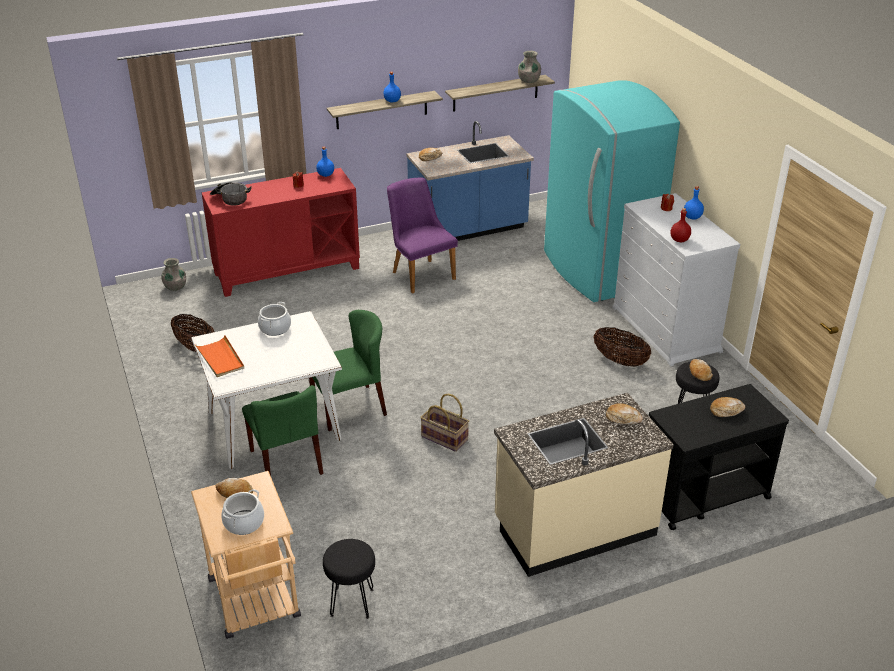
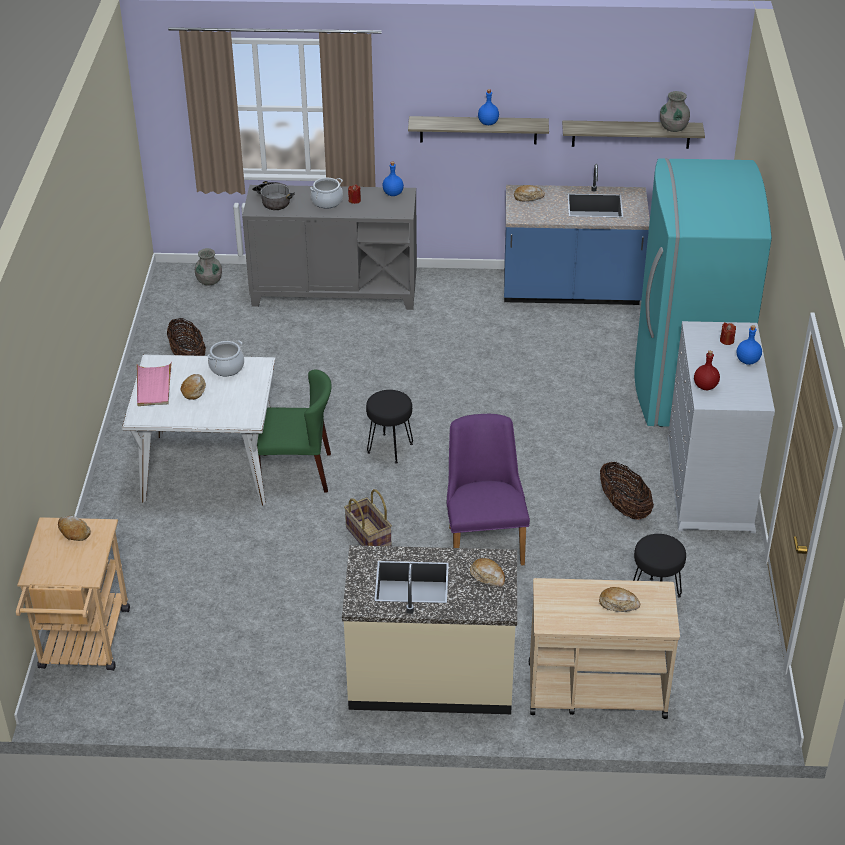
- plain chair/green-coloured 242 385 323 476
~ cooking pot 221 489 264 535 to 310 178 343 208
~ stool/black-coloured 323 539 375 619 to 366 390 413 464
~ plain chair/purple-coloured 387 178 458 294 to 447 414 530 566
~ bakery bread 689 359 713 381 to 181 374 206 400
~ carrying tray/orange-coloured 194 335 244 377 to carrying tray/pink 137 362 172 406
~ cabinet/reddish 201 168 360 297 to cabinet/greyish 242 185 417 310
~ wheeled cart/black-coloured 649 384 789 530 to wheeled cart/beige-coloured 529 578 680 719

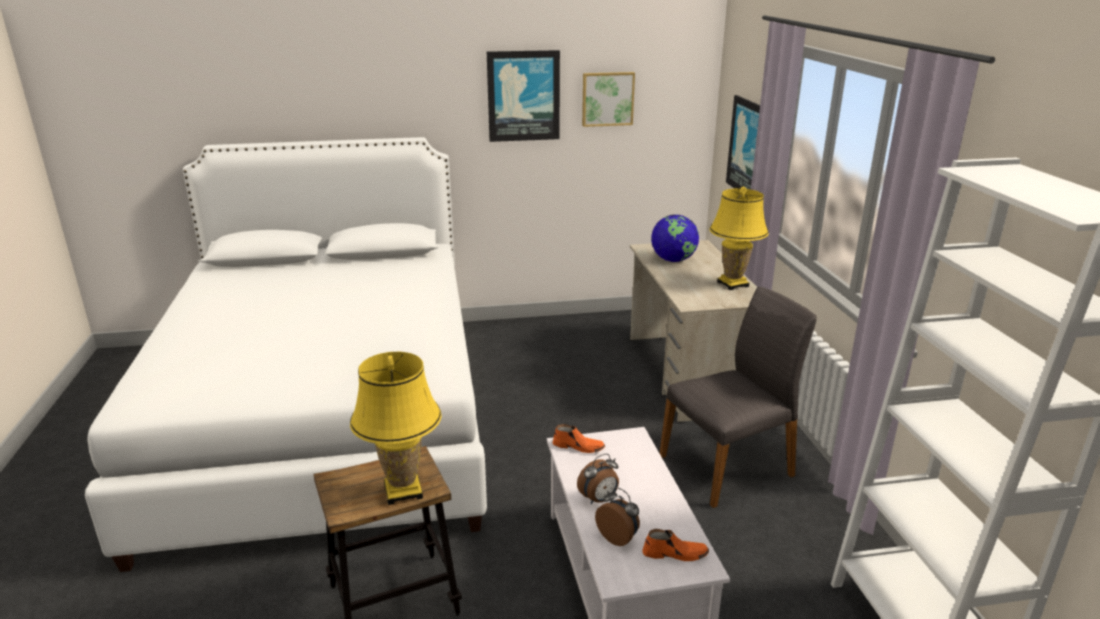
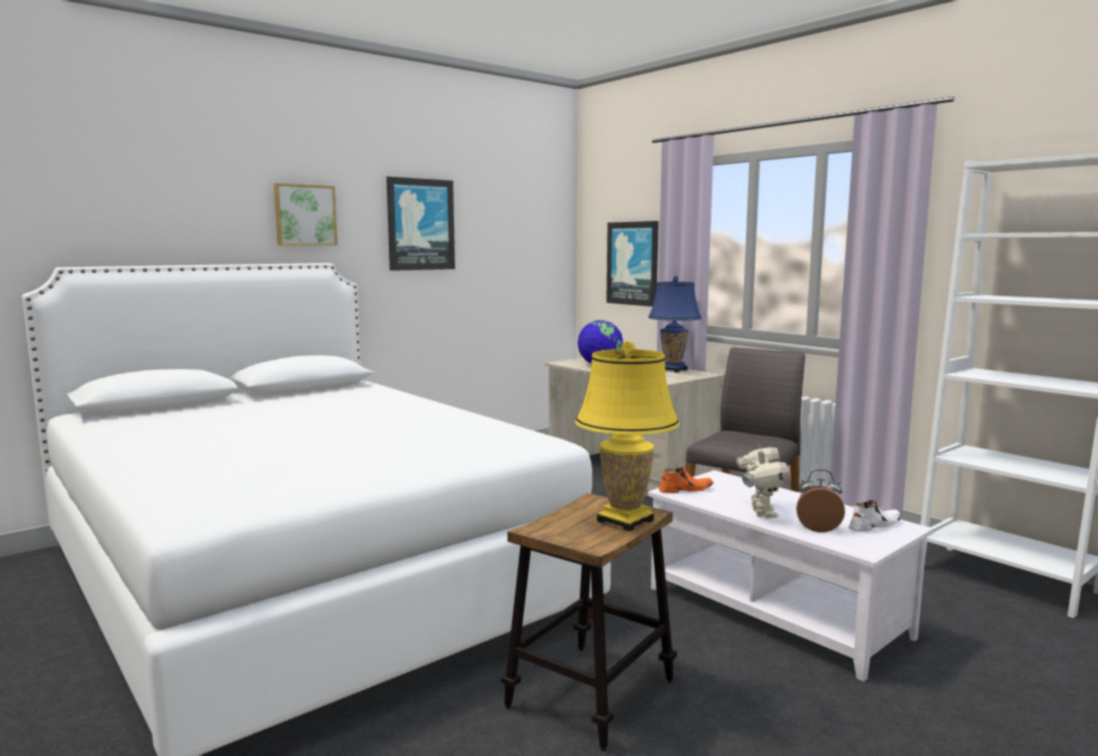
~ picture 582 72 635 127 to 274 183 338 246
~ table clock 577 453 619 504 to robot figure 737 443 790 518
~ shoe/orange-coloured 642 529 709 561 to shoe/white 849 500 901 532
~ table lamp/yellow-coloured 709 187 769 290 to table lamp/blue-coloured 648 276 702 373

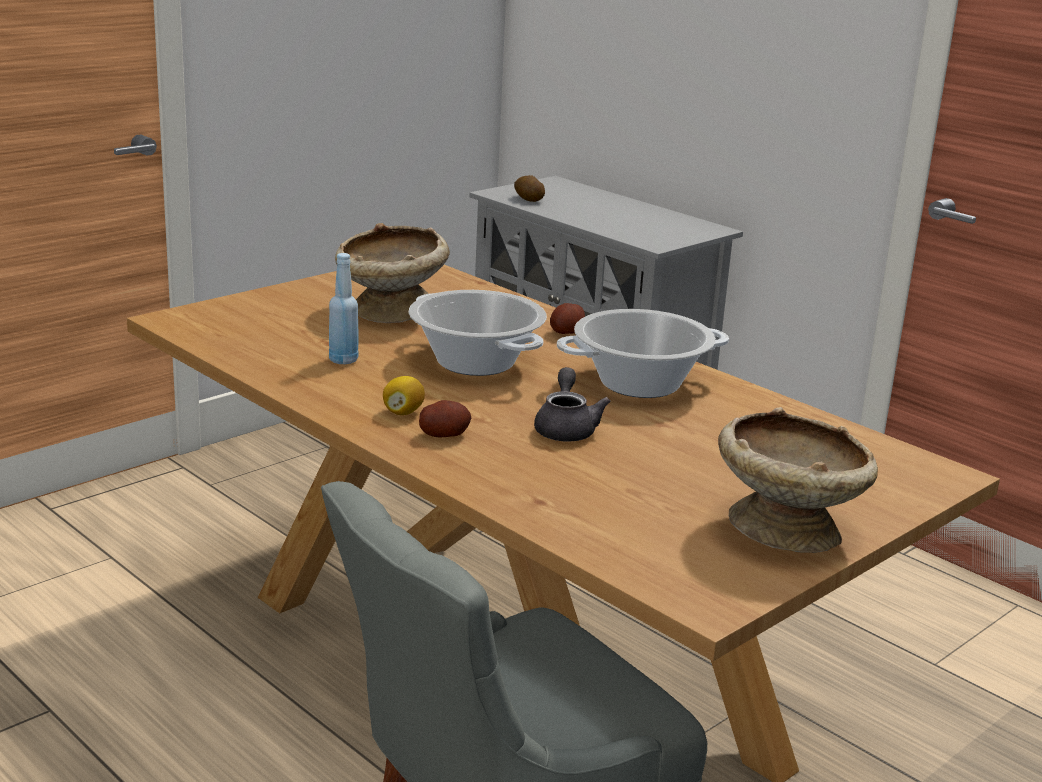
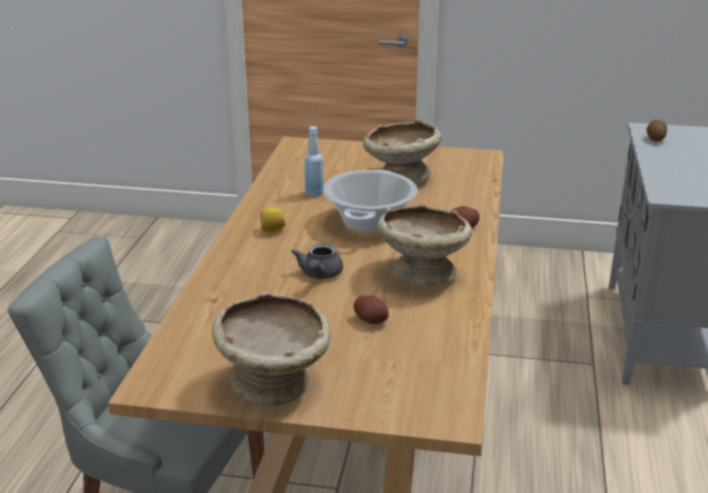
~ potato 419 400 471 438 to 354 295 389 324
~ cooking pot 557 309 729 398 to deep dish/beige-coloured 376 204 472 285
~ tea pot/greyish 534 367 611 442 = 292 244 343 279 135 degrees clockwise

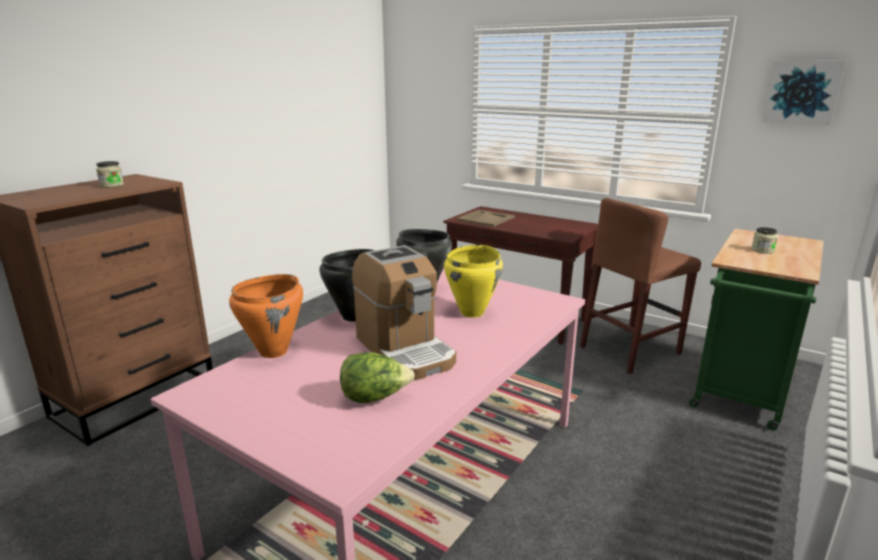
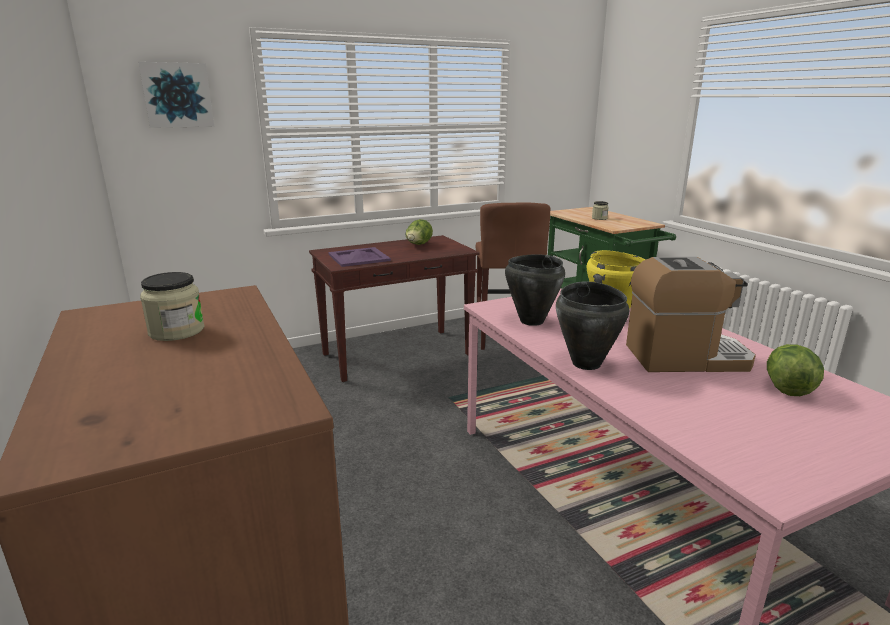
- cooking pot/orange-coloured 229 274 303 358
+ lettuce head 405 219 433 245
~ picture 762 60 846 125 to 138 62 214 128
~ carrying tray/beige-coloured 457 210 515 227 to carrying tray/purple-coloured 328 247 391 267

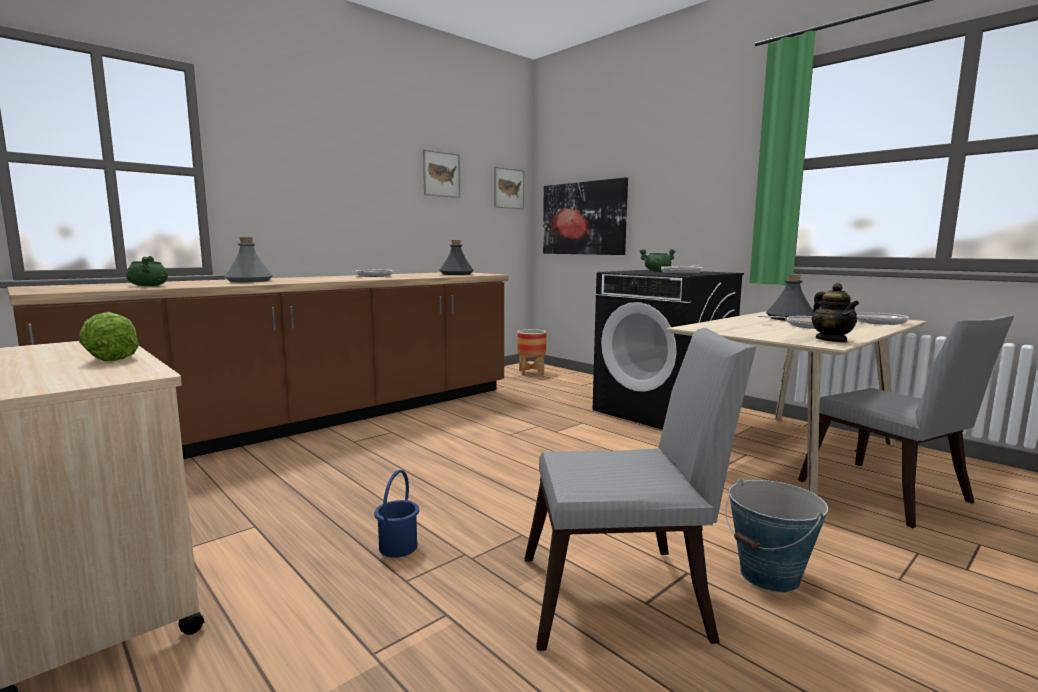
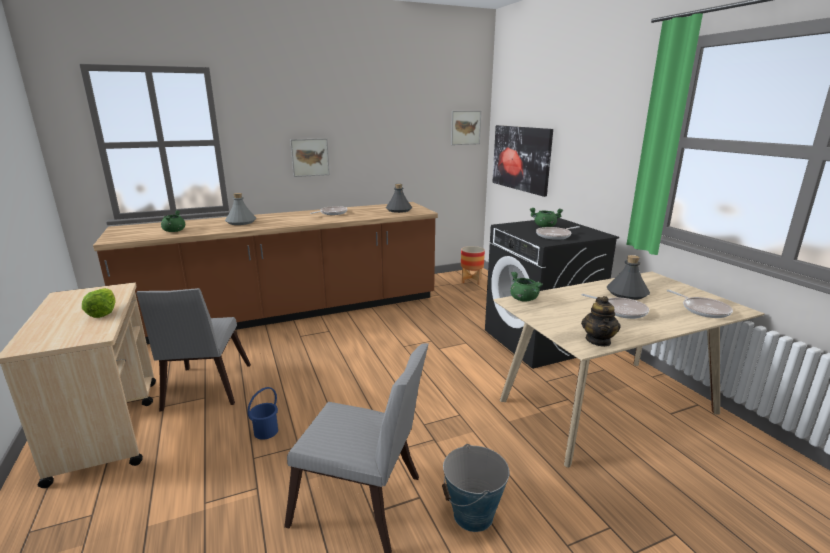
+ cooking pot/green-coloured 510 272 543 301
~ picture 423 149 460 198 to 290 138 330 177
~ plain chair/greyish 798 315 1014 528 to 136 288 251 411

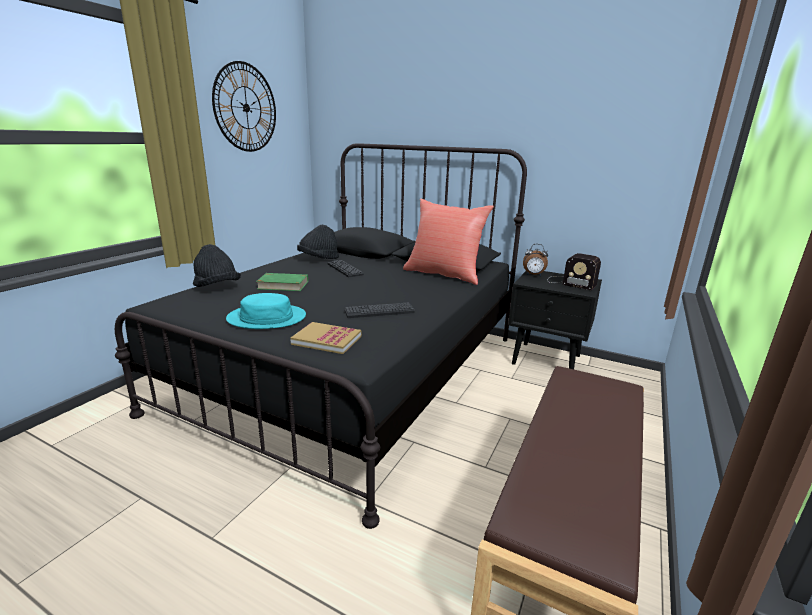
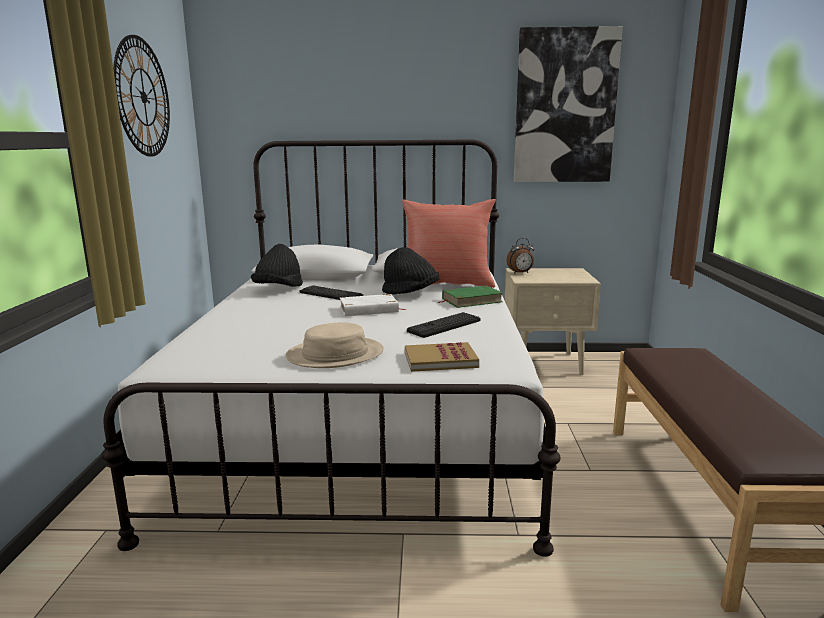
- radio set 547 253 601 290
+ bound book/white 340 294 406 316
+ picture 514 26 623 182
~ wearable hat/black-coloured 193 244 241 287 to 382 247 440 294
~ bound book/green-coloured 256 273 308 291 to 438 285 503 308
~ sleeping bed/black-coloured 115 143 527 529 to sleeping bed/white 102 140 561 557
~ wearable hat/turquoise 226 293 306 329 to wearable hat/beige-coloured 286 322 384 368
~ night table/black-coloured 508 271 602 369 to night table/beige-coloured 505 268 601 375

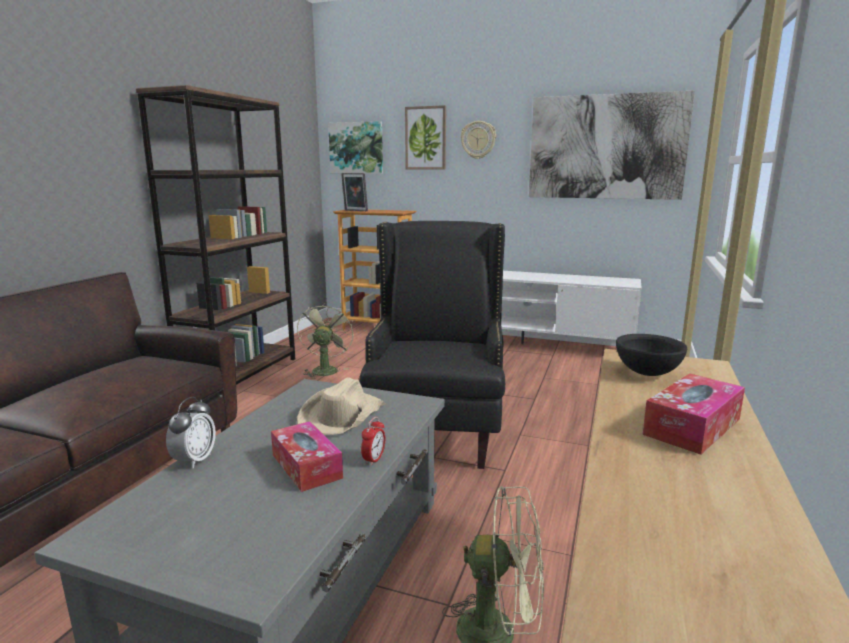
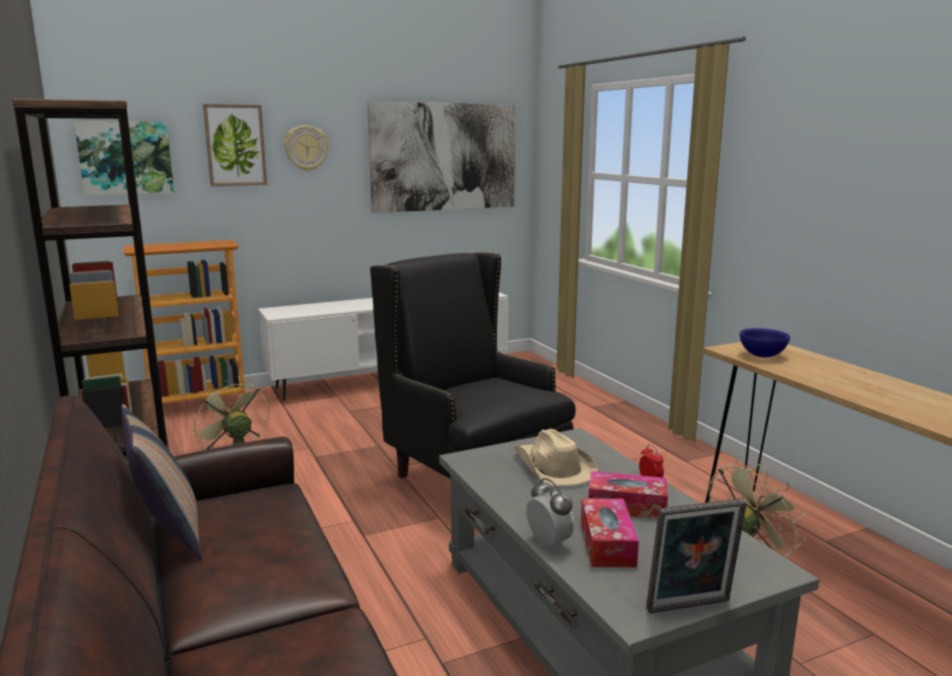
+ pillow 121 404 202 561
~ picture frame 341 173 368 211 to 646 499 747 613
~ tissue holder 643 373 745 455 to 581 498 639 567
~ deep dish/black-coloured 616 334 687 376 to deep dish/blue-coloured 740 328 790 357

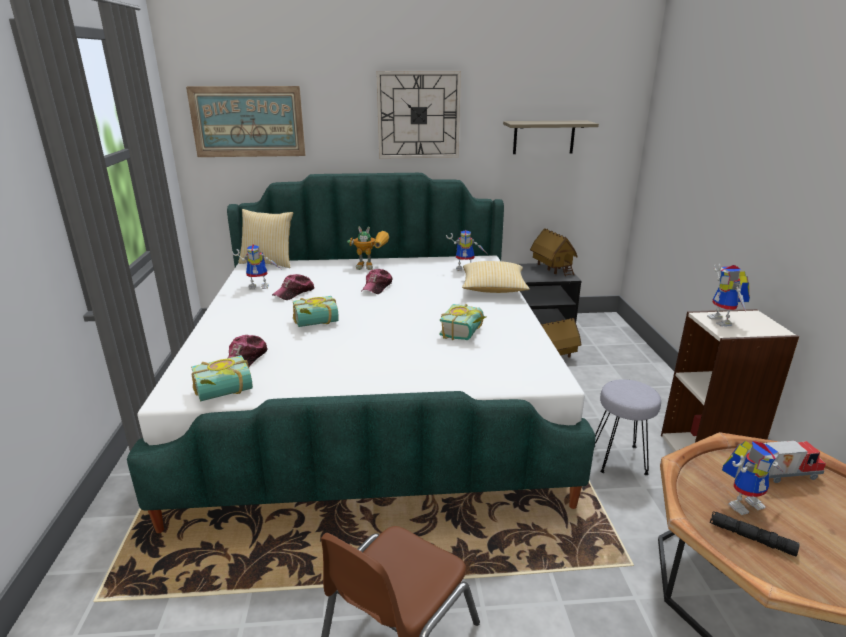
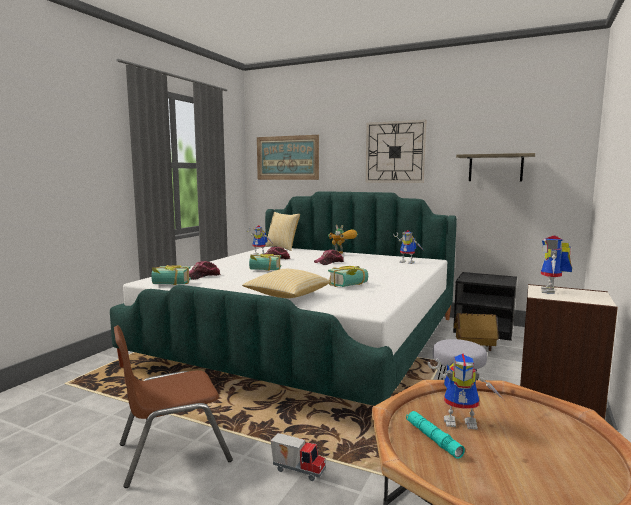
- toy house 530 228 578 277
~ pillow 462 261 530 293 to 242 269 330 298
~ model truck 764 441 826 483 to 271 433 326 481
~ hand torch/black-coloured 710 511 800 556 to hand torch/turquoise 406 411 465 459

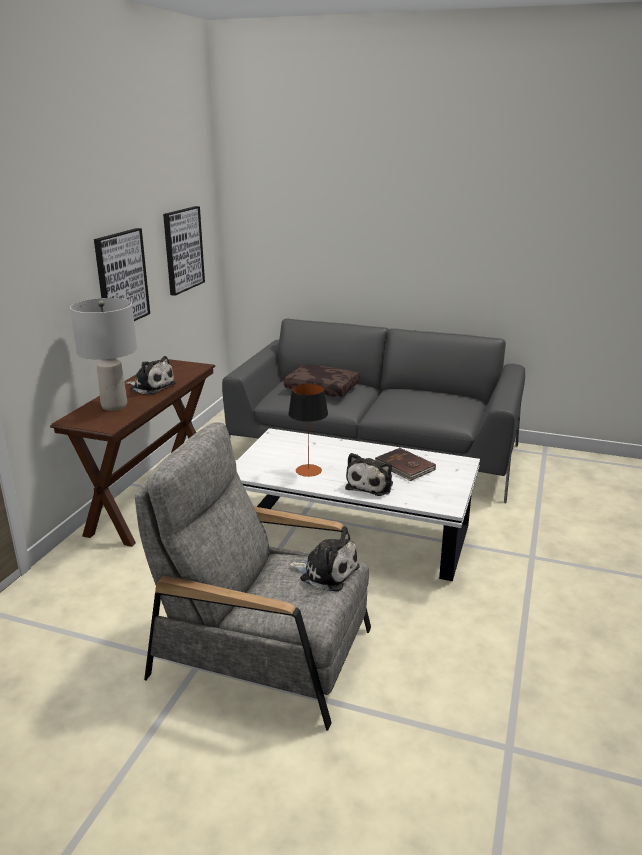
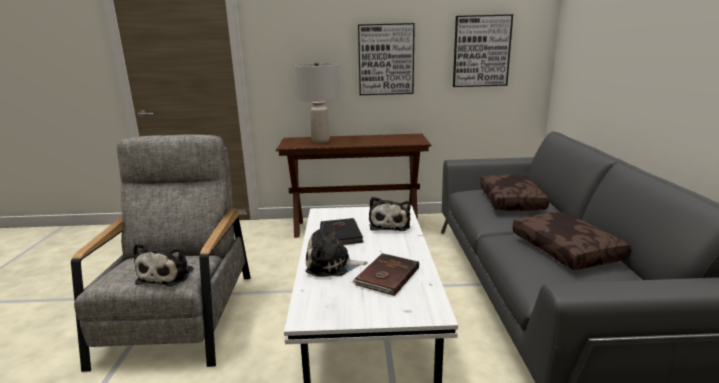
+ pillow/brown 512 212 631 270
~ plush toy 126 356 176 394 to 369 197 411 231
~ table lamp 288 383 328 477 to bound book/black-coloured 321 218 363 245

